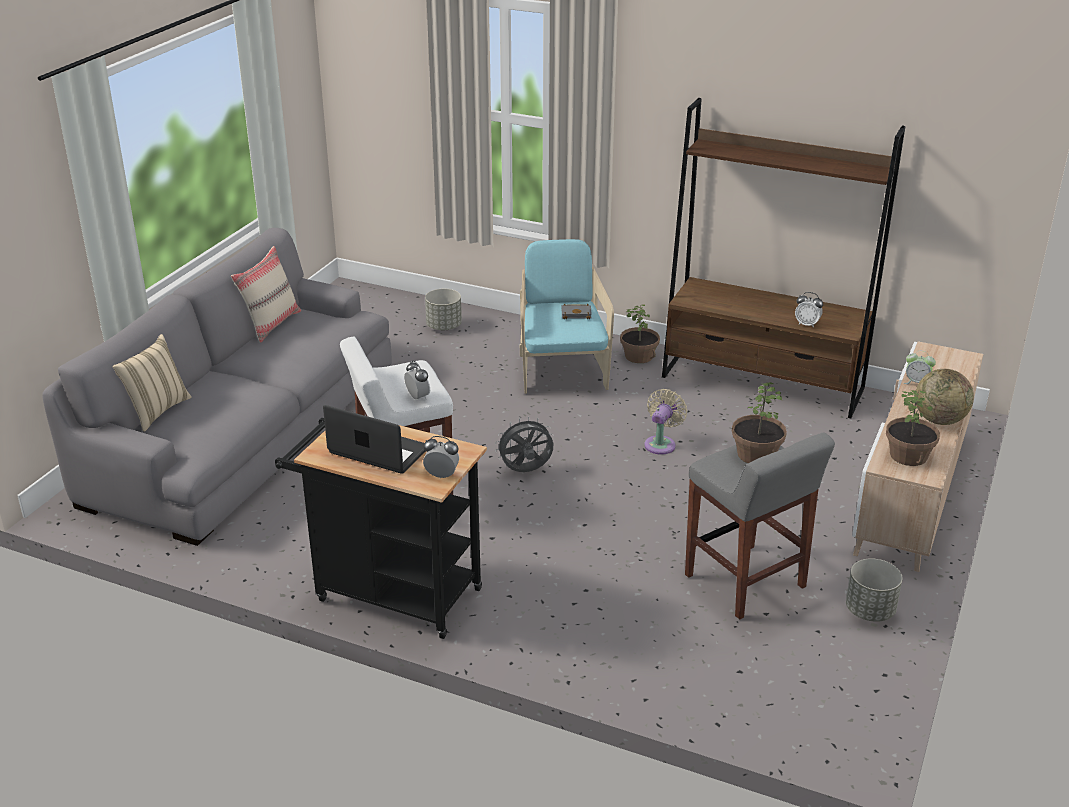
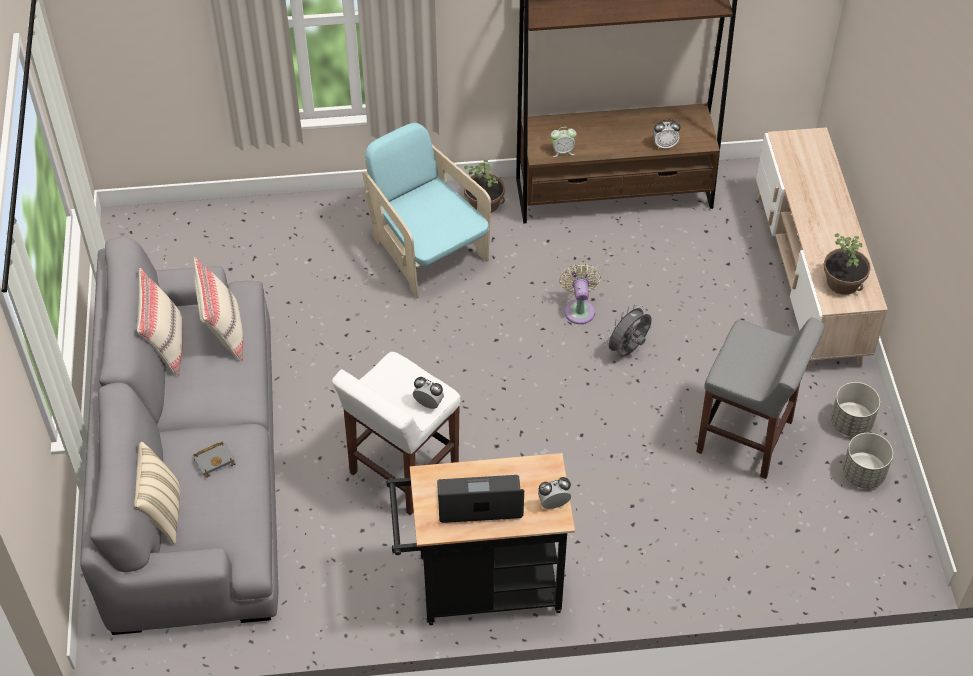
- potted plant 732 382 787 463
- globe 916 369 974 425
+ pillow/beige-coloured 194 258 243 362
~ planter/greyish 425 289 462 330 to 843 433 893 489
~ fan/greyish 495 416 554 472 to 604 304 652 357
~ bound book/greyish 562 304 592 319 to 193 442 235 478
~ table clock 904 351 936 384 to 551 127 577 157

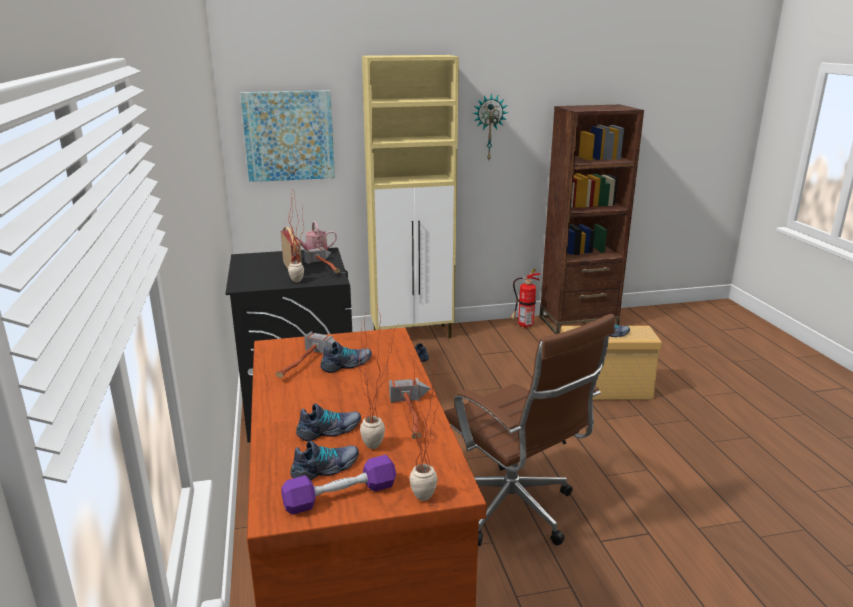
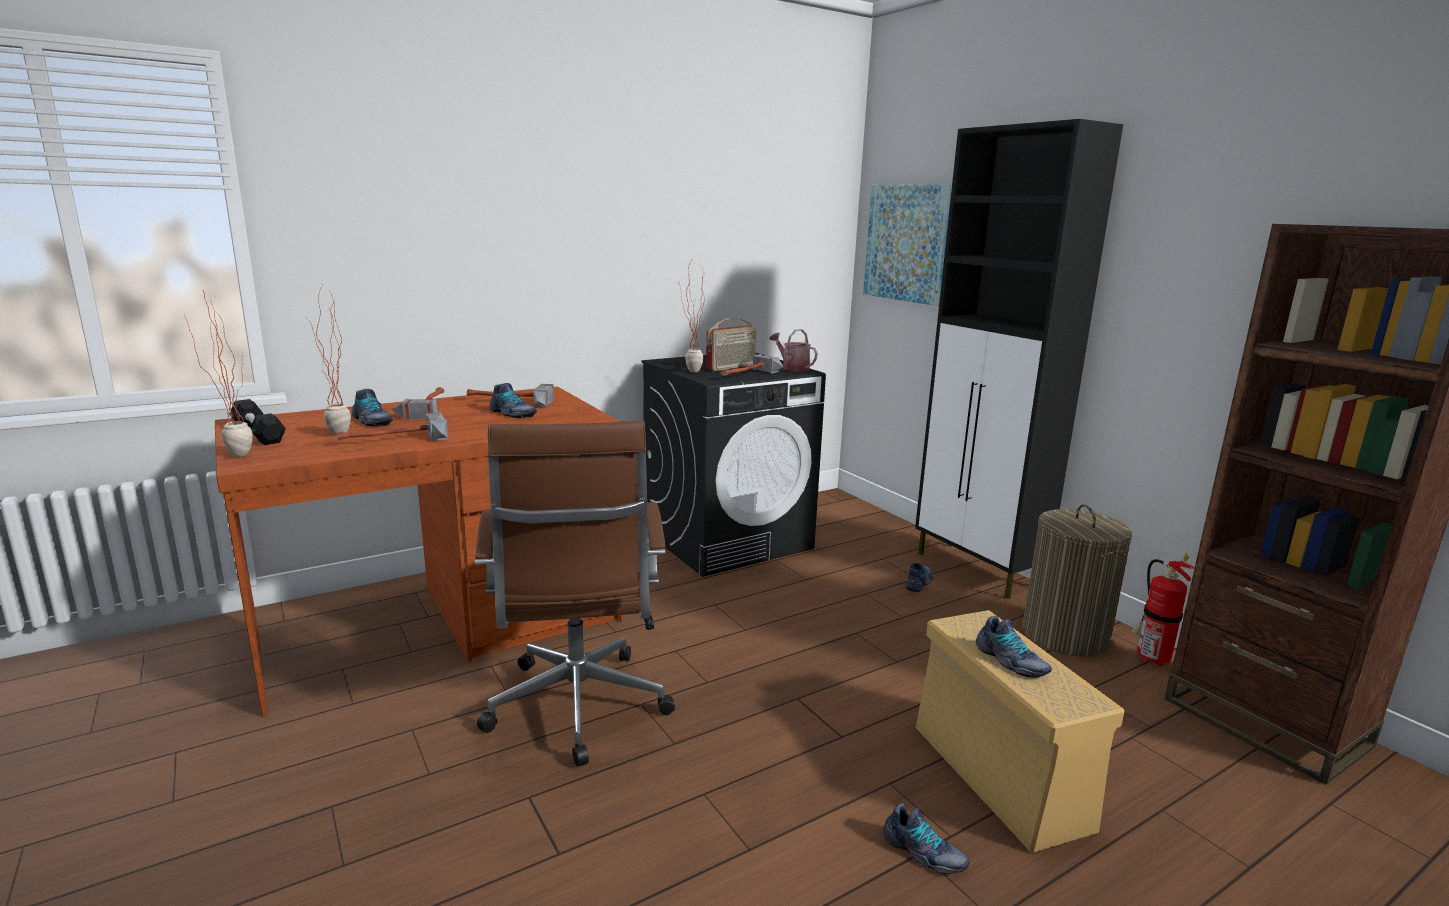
- clock on the wall 473 93 508 160
+ hand hammer 391 387 444 420
+ laundry basket 1022 504 1132 656
~ shoe 290 440 359 480 to 883 803 969 874
~ free weight/purple-coloured 281 455 396 514 to free weight/black-coloured 229 399 286 445
~ cabinet/beige-coloured 362 55 459 338 to cabinet/black-coloured 915 119 1123 599
~ office chair/brown 444 314 615 546 = 475 421 675 766 45 degrees counterclockwise

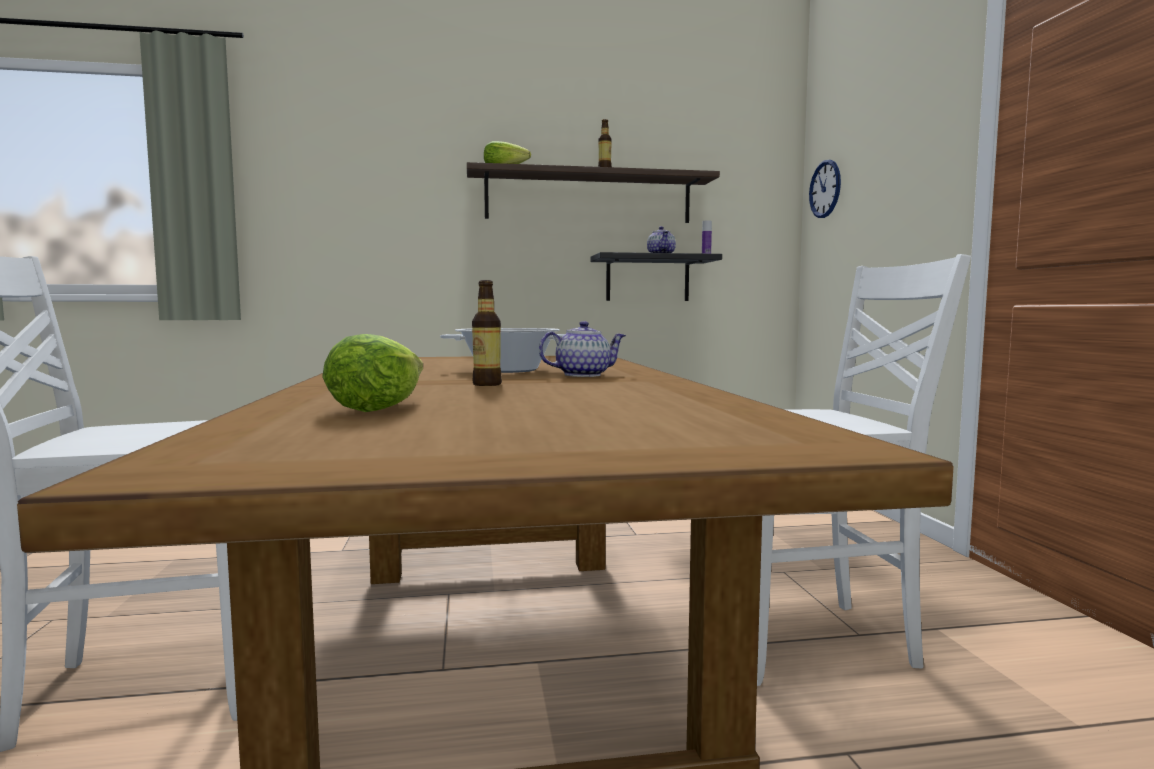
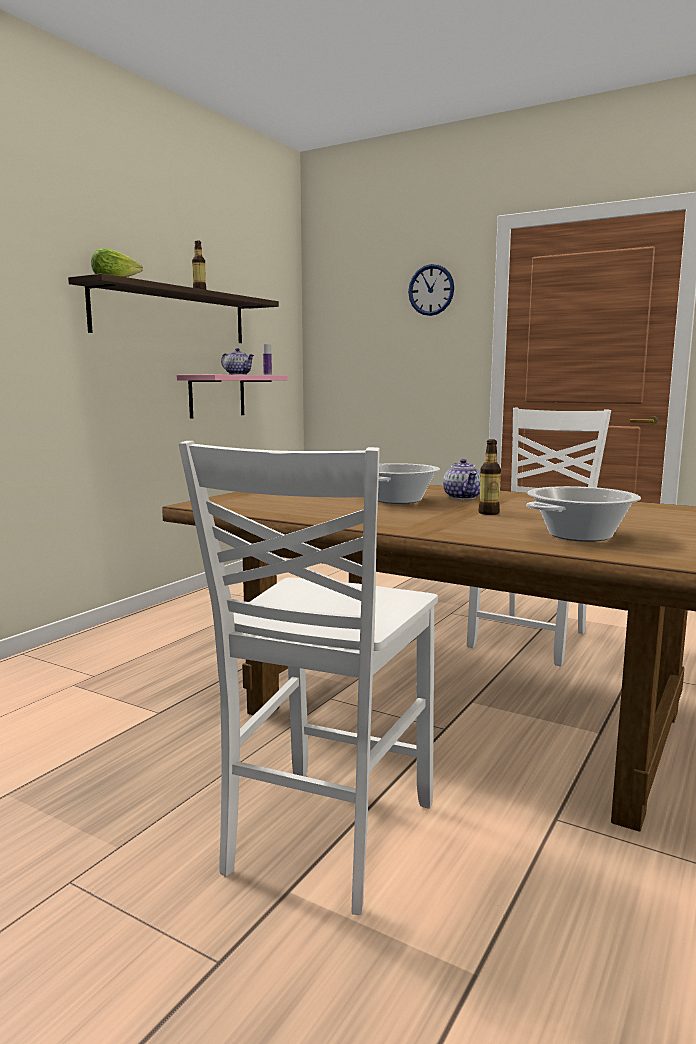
~ clock on the wall 809 160 841 218 to 408 264 454 316
~ lettuce head 322 334 423 412 to cooking pot 526 486 641 542
~ bracket shelf/black-coloured 590 252 722 301 to bracket shelf/pink 177 375 288 419
~ tea pot 539 321 626 377 = 443 459 480 499 150 degrees clockwise

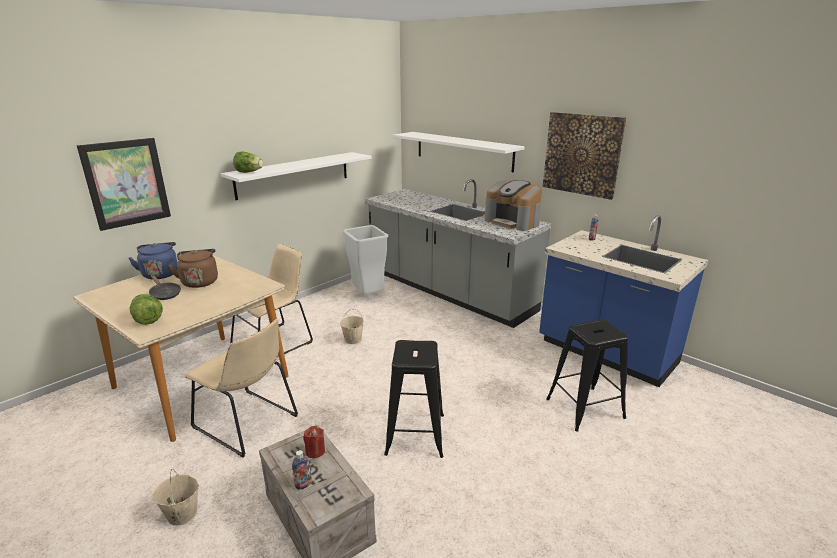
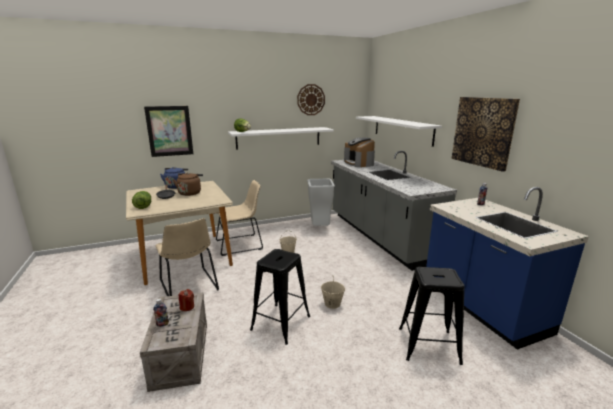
+ clock on the wall 297 84 325 115
~ water bucket/beige-coloured 152 469 199 526 to 321 280 345 309
~ coffee maker 485 180 542 231 to 344 138 375 167

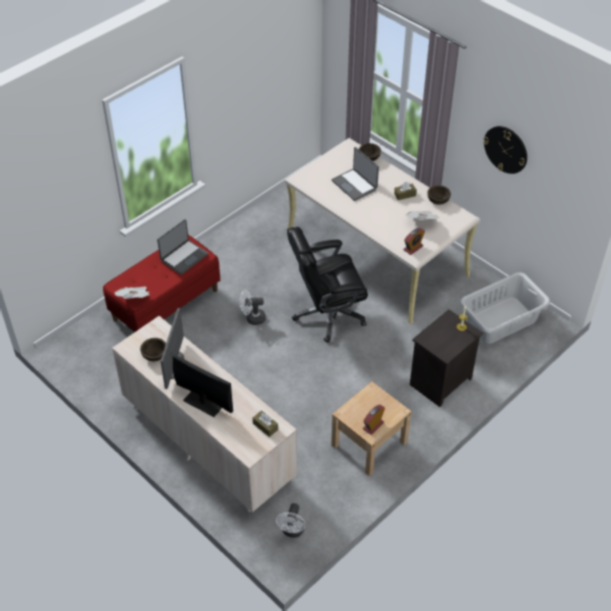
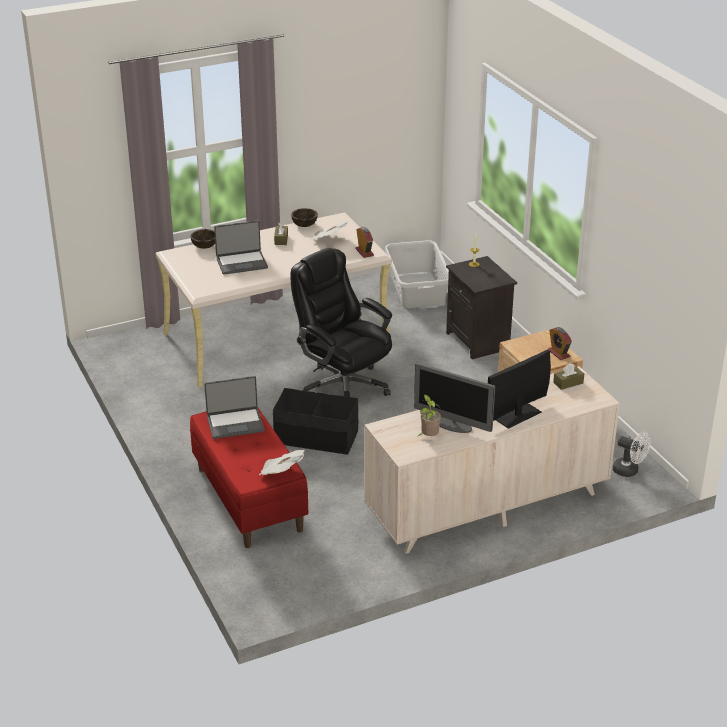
- clock on the wall 483 126 527 174
~ deep dish/brown 140 338 166 361 to potted plant 418 395 441 436
~ fan/white 240 290 266 325 to storage container/black-coloured 273 388 358 455
~ notebook computer 157 219 208 275 = 204 376 264 439 105 degrees clockwise
~ office chair/black-coloured 287 227 368 343 = 291 248 392 397 135 degrees clockwise

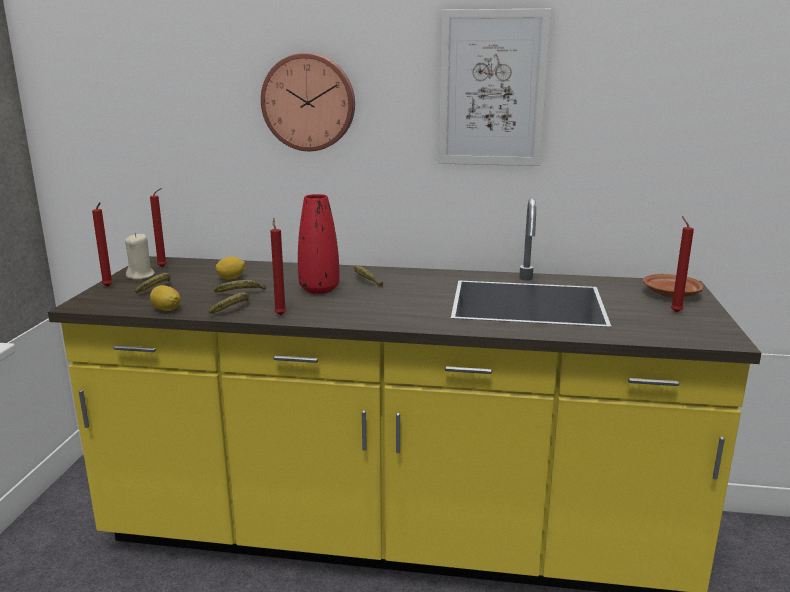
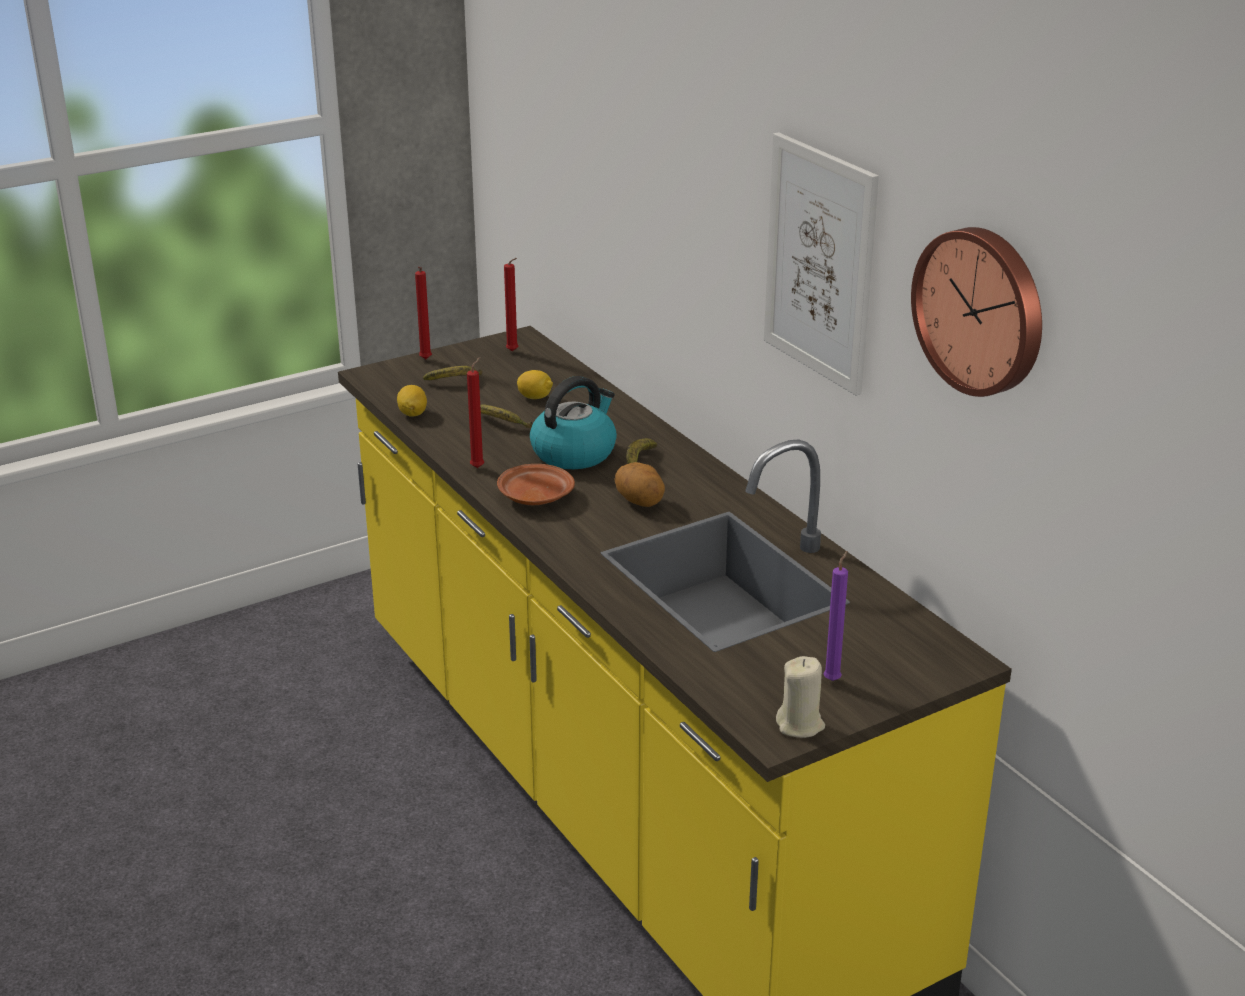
- banana 209 293 249 314
+ potato 614 462 665 507
~ wax candle/beige-coloured 125 233 155 280 to 776 656 825 738
~ clock on the wall 261 53 355 151 to 911 227 1042 397
~ plate/brown 643 274 703 298 to 497 464 575 505
~ decorative vase/reddish 298 194 339 294 to water kettle 530 376 617 469
~ wax candle/reddish 671 216 694 313 to wax candle/purple-coloured 824 551 848 681

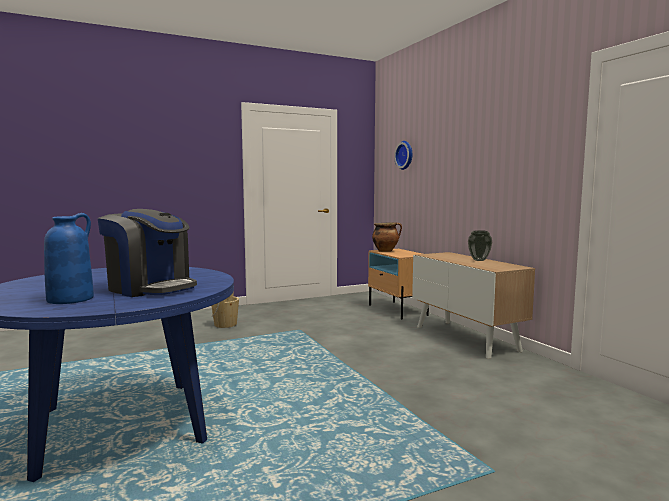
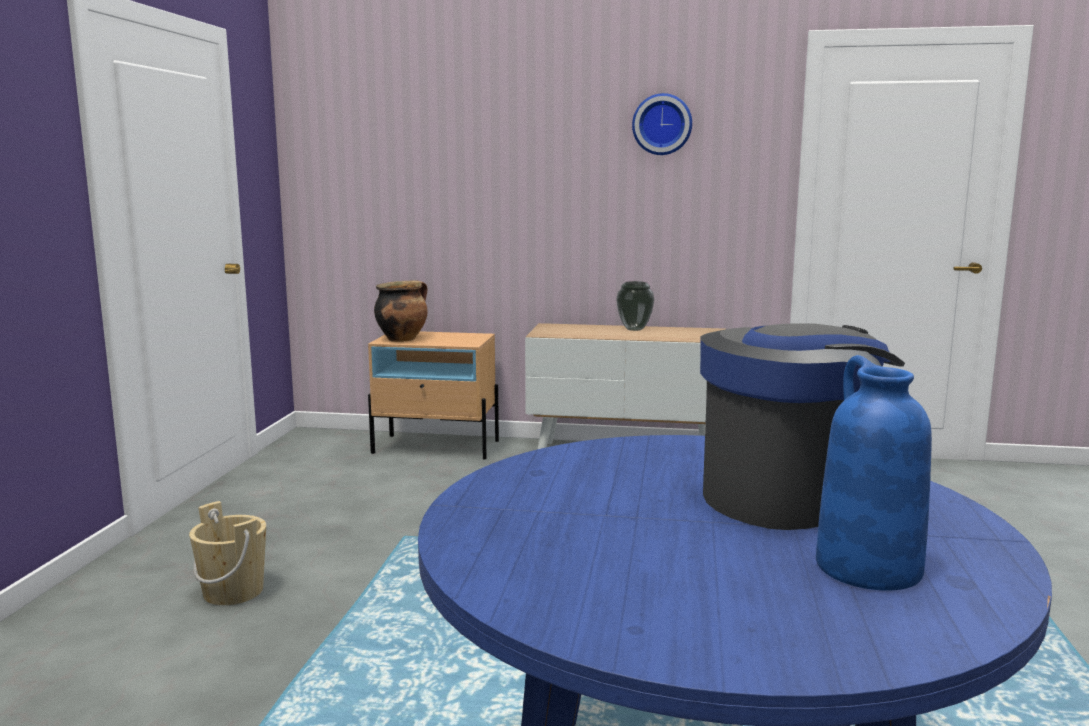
~ clock on the wall 394 141 412 170 to 632 93 692 155

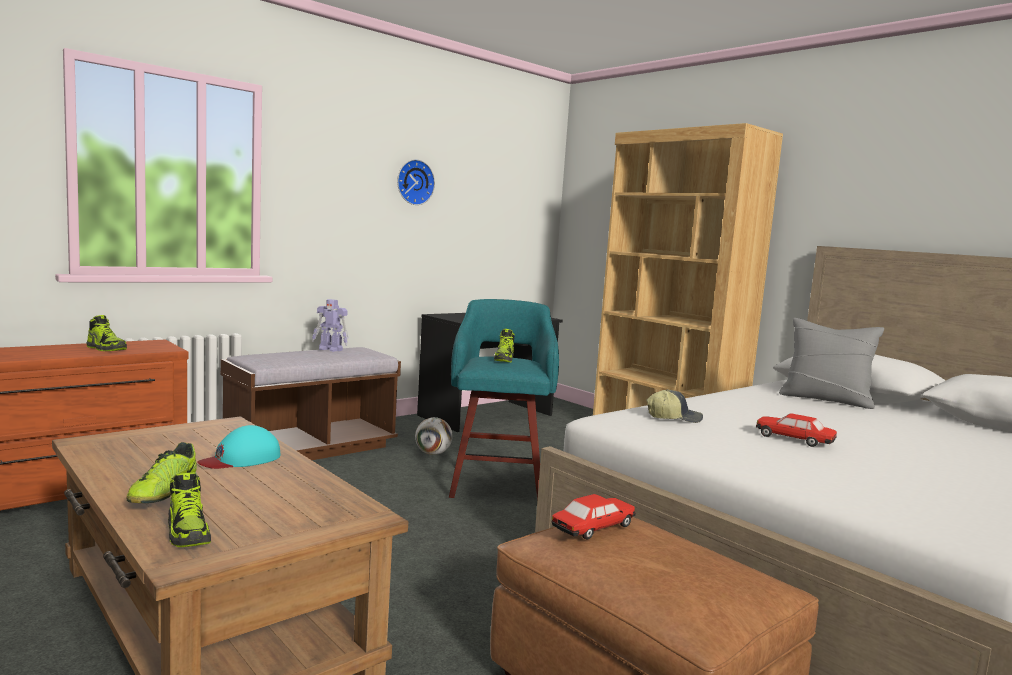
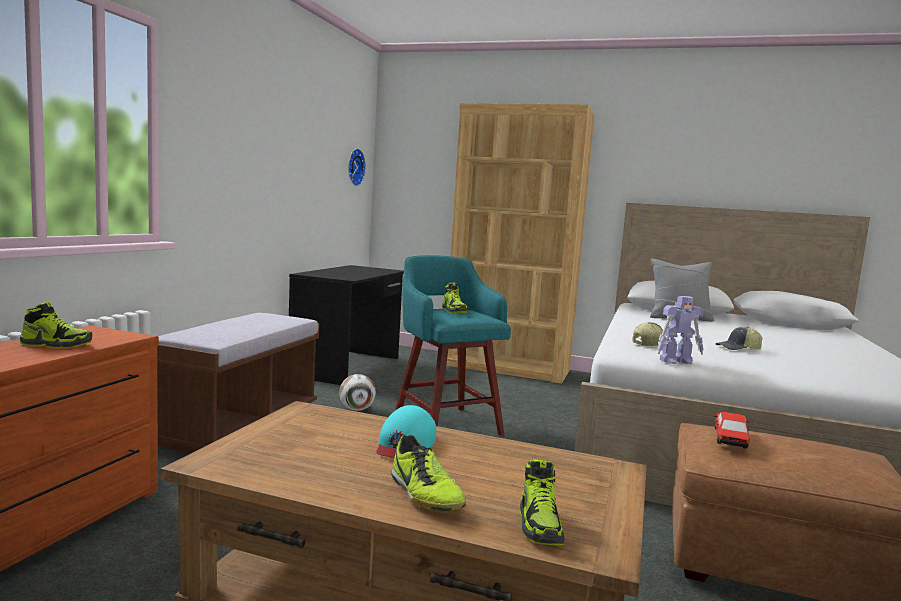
~ robot figure 312 299 348 352 to 657 296 704 364
~ clock on the wall 397 159 435 205 to 348 149 366 186
~ toy car 756 413 837 447 to peaked cap 716 327 762 350
~ shoe 168 472 211 547 = 520 459 565 546 60 degrees clockwise

